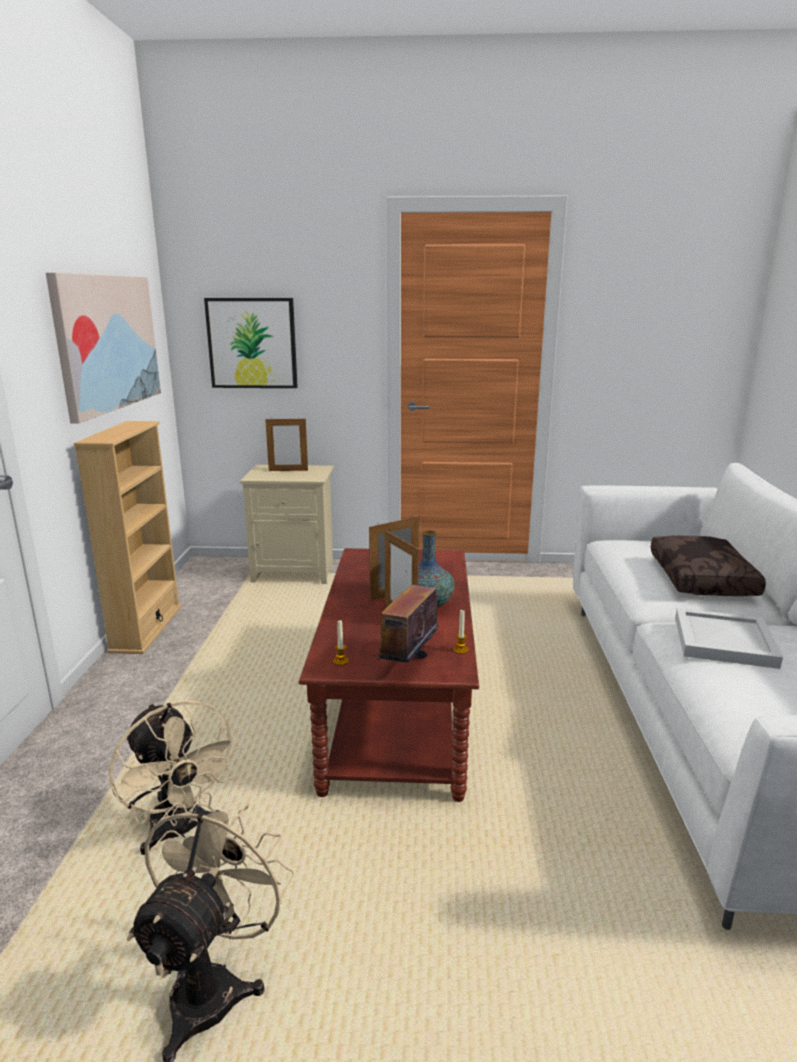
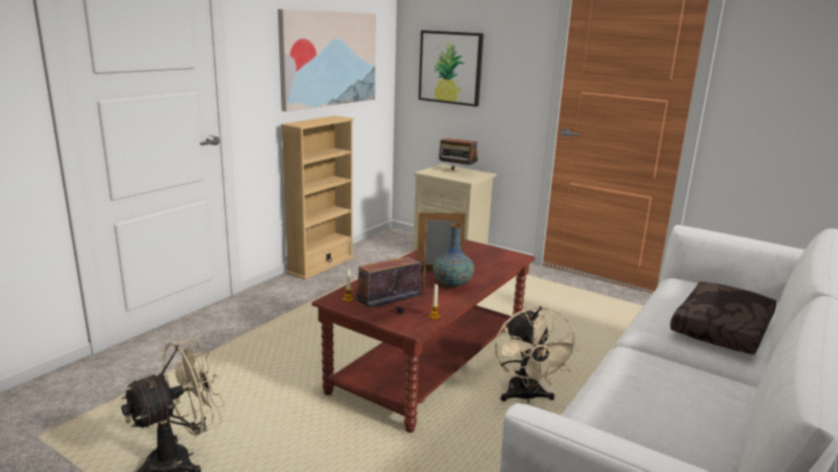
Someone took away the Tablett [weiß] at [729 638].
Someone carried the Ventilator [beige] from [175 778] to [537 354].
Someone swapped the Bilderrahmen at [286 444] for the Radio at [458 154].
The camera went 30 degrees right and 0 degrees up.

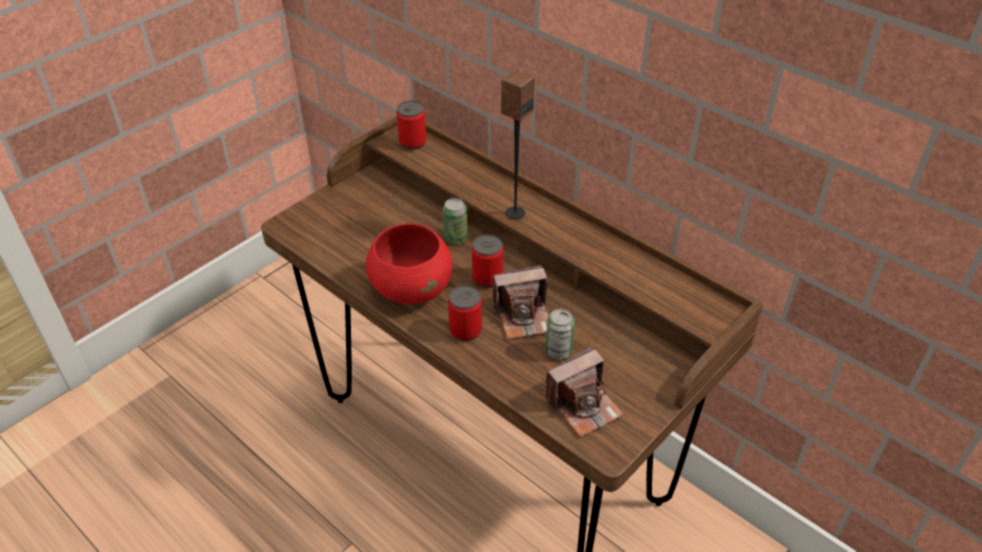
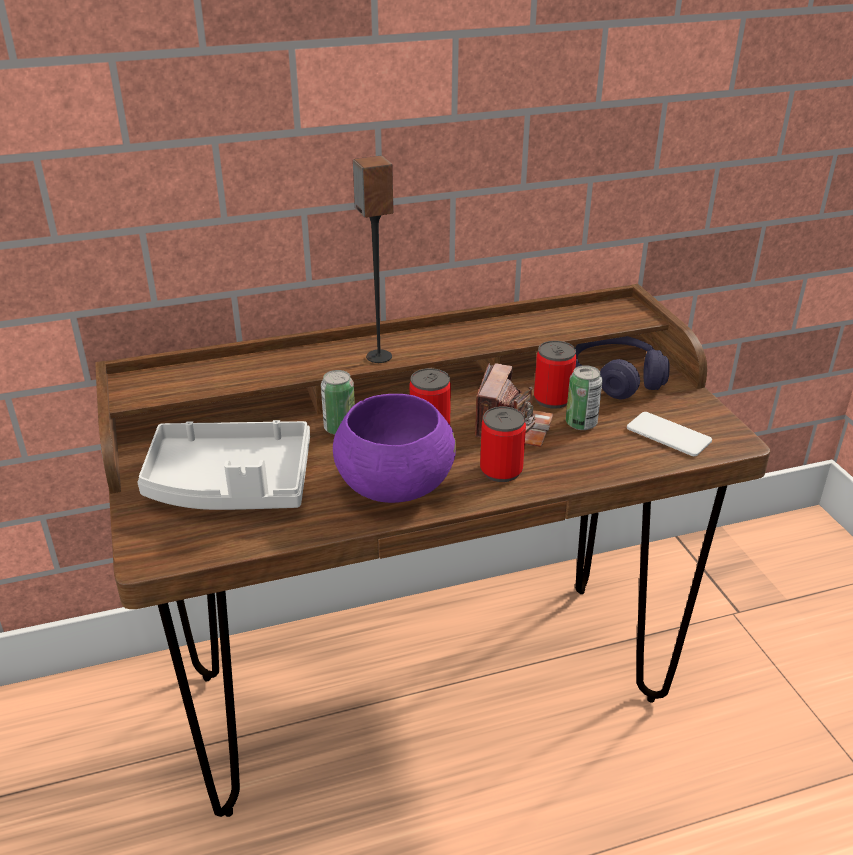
Someone put down the Tablett [grau] at [223 465].
Someone put down the Kopfhörer [lila] at [622 367].
Someone carried the Dose from [411 125] to [555 375].
Someone swapped the Kamera at [585 392] for the Handy at [669 434].
Someone repainted the Schüssel [rot] at [409 263], which became the Schüssel [lila] at [394 448].
The camera went 60 degrees left and 10 degrees down.

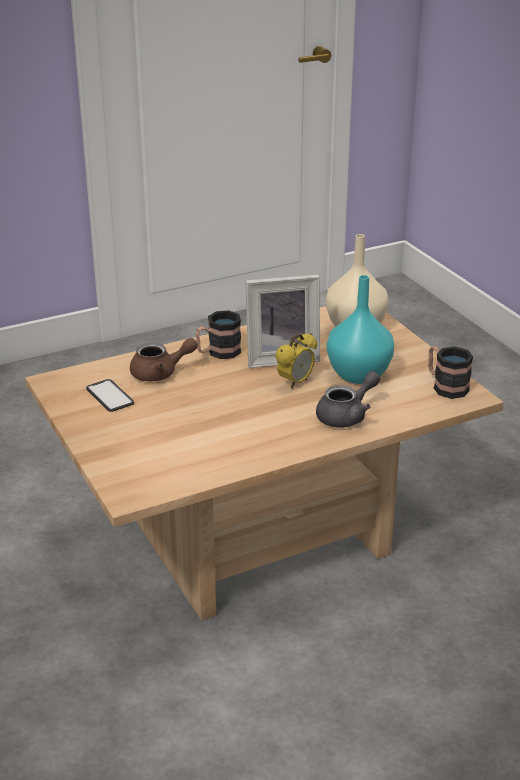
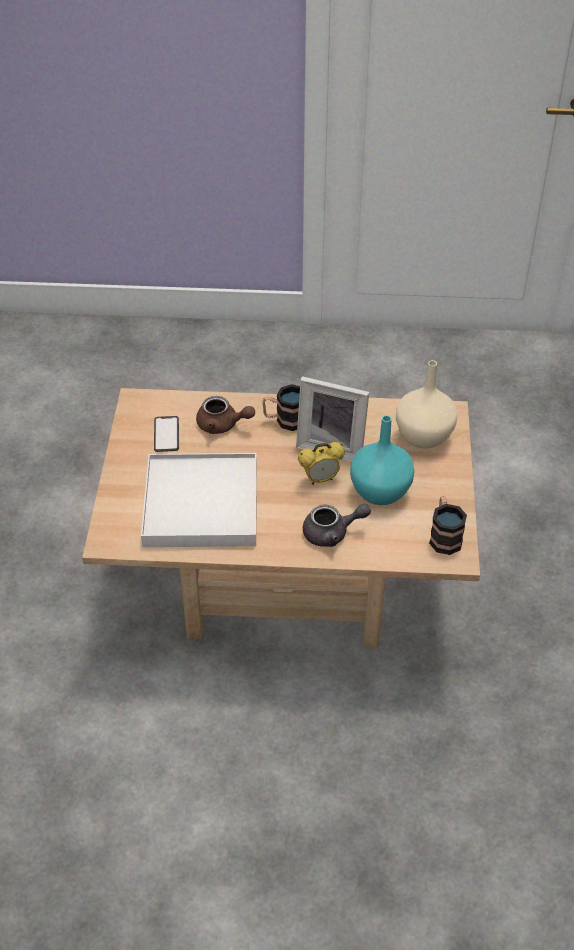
Someone put down the Tablett [weiß] at [199 500].
The camera went 30 degrees right and 15 degrees up.

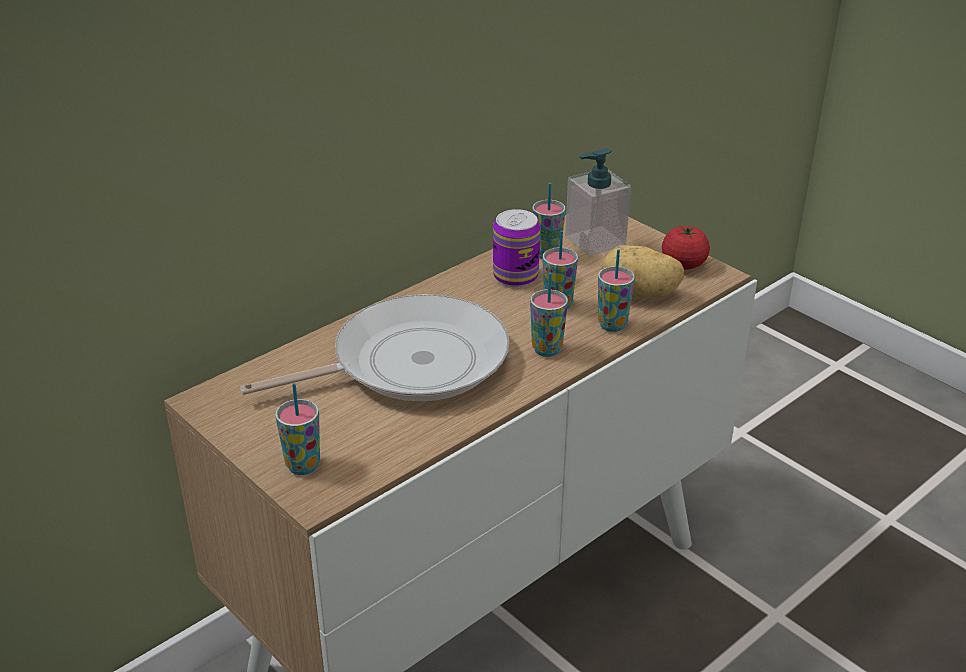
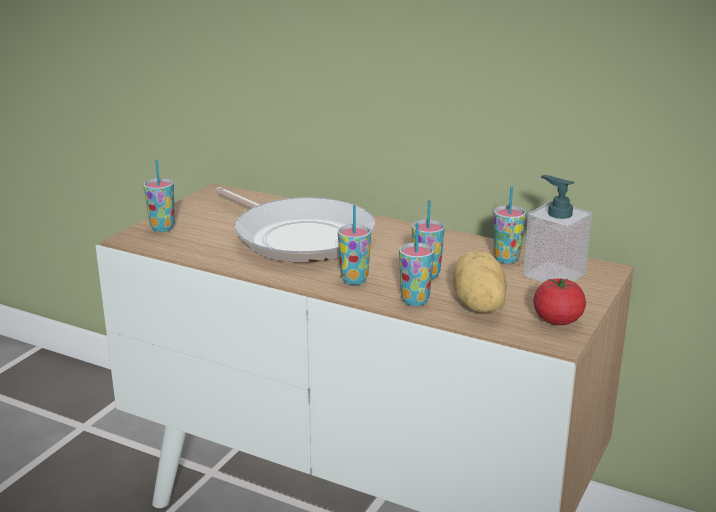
Someone took away the Dose at [516 248].
The camera went 70 degrees right and 10 degrees down.

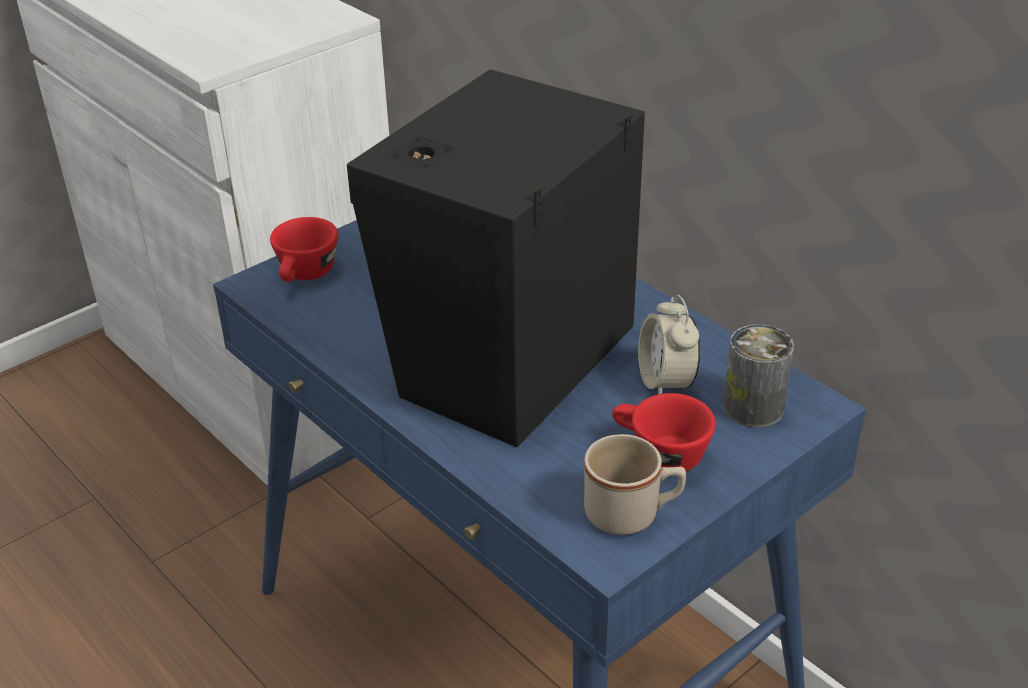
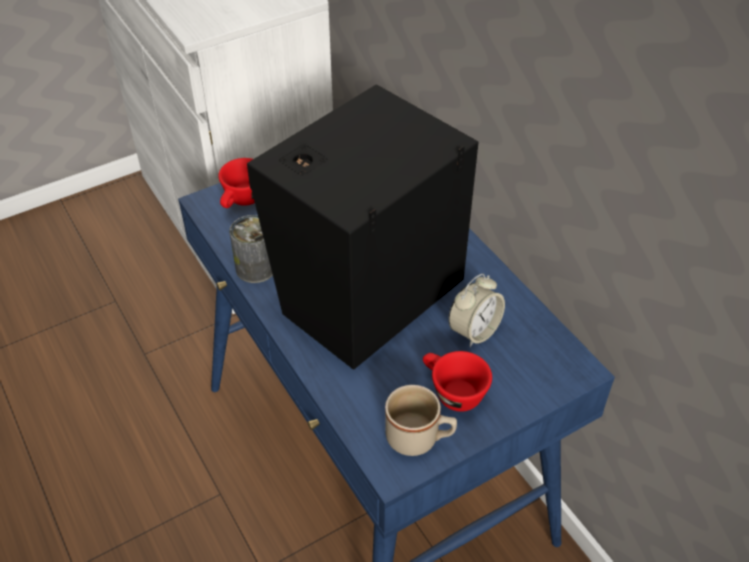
Someone carried the Dose from [758 375] to [251 249].
Someone rotated the Wecker at [669 344] by 135 degrees counterclockwise.
The camera went 10 degrees right and 10 degrees up.

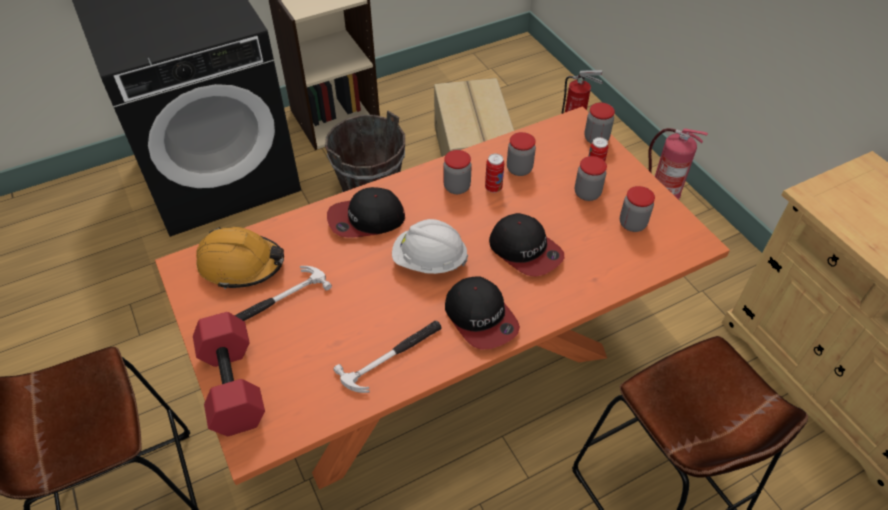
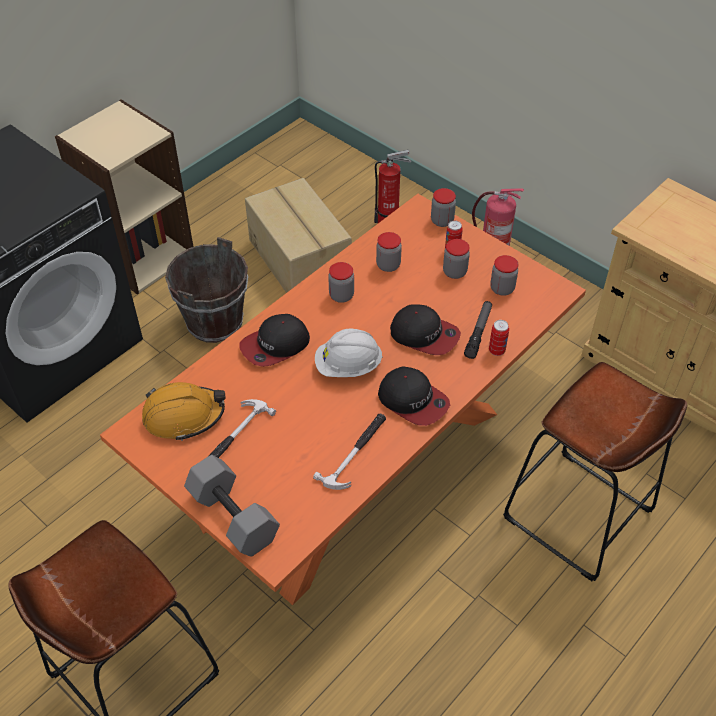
Someone put down the Taschenlampe at [478 330].
Someone carried the Dose from [494 173] to [499 338].
Someone repainted the Hantel [rot] at [229 374], which became the Hantel [grau] at [232 506].
The camera went 20 degrees left and 0 degrees up.

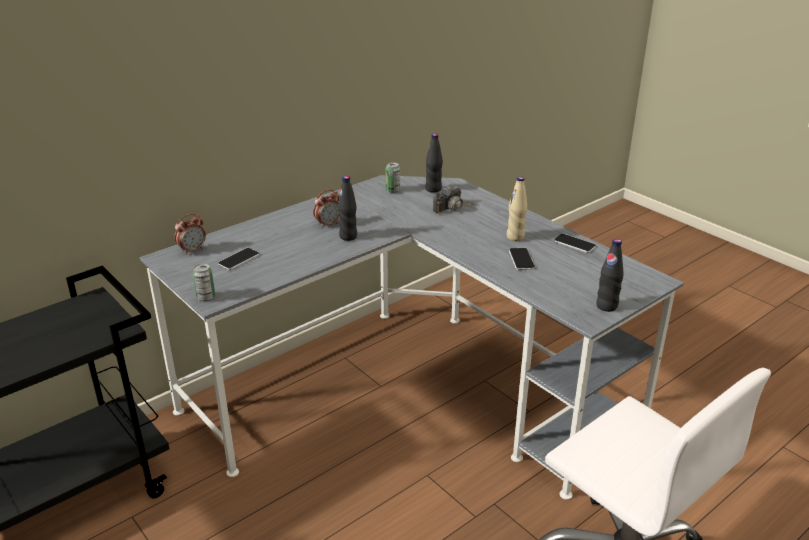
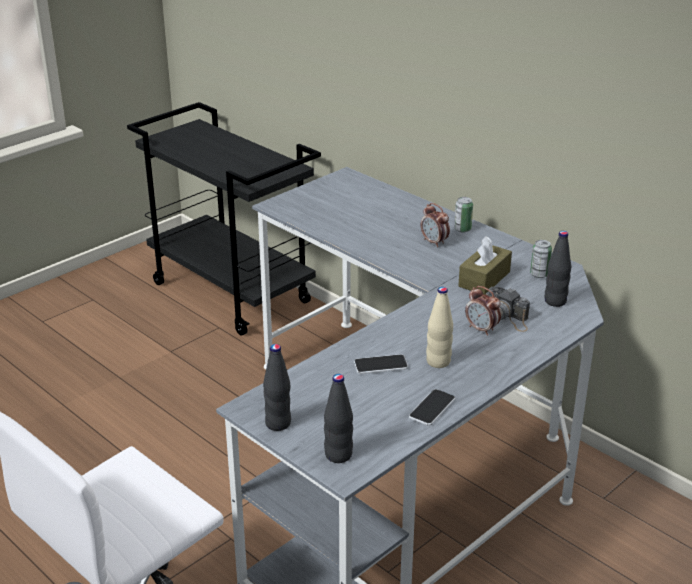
Someone took away the Handy at [239 259].
Someone put down the Taschentuchbox [braun] at [485 265].
Someone carried the Wecker from [190 234] to [483 311].
Someone carried the Dose from [204 282] to [463 214].
Someone carried the Flasche [schwarz] from [347 208] to [338 418].
The camera went 85 degrees right and 0 degrees up.

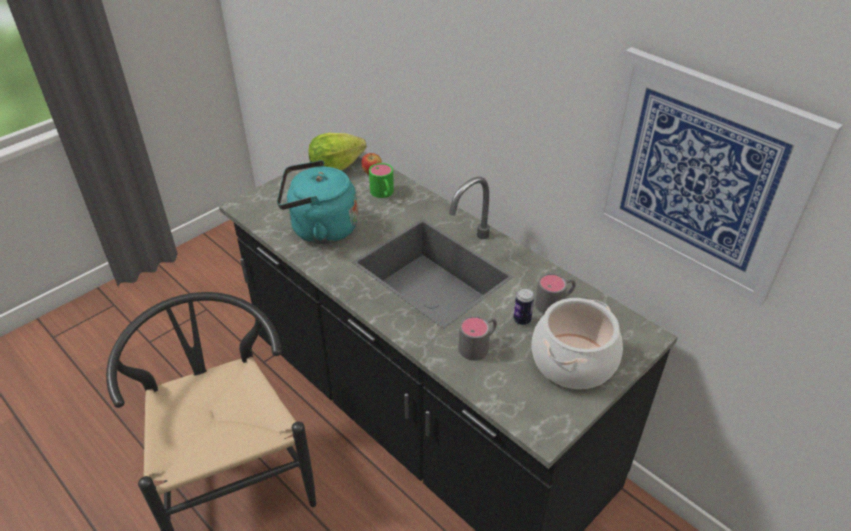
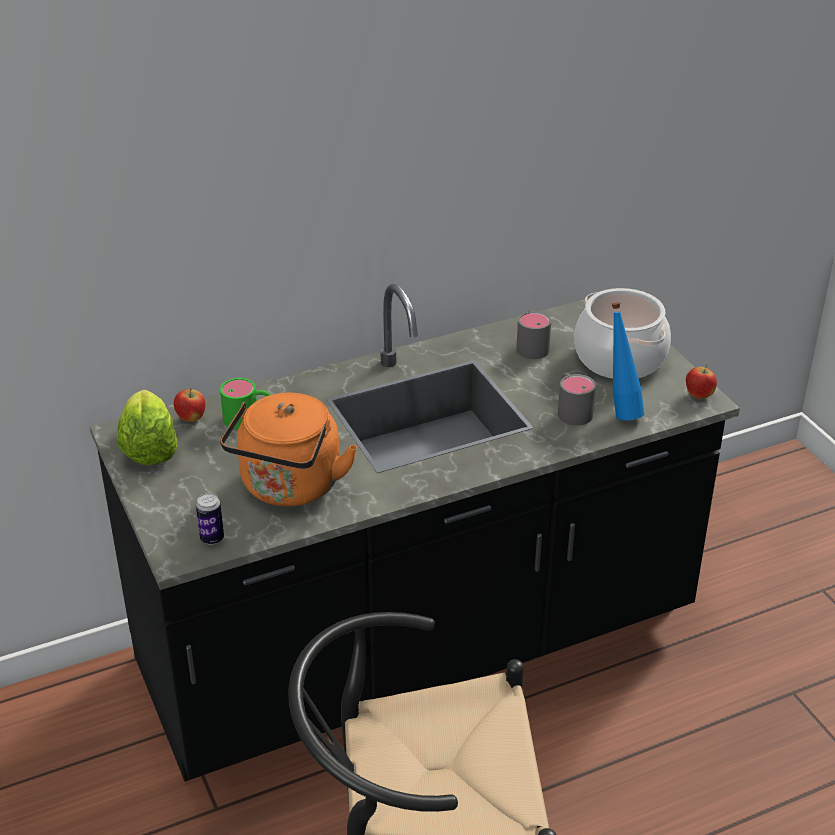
Someone took away the Bild at [718 176].
Someone put down the Flasche [blau] at [628 361].
Someone put down the Apfel at [701 382].
Someone carried the Dose from [523 306] to [210 519].
Someone repainted the Wasserkessel [türkis] at [317 202], which became the Wasserkessel [orange] at [288 450].
The camera went 70 degrees left and 5 degrees down.

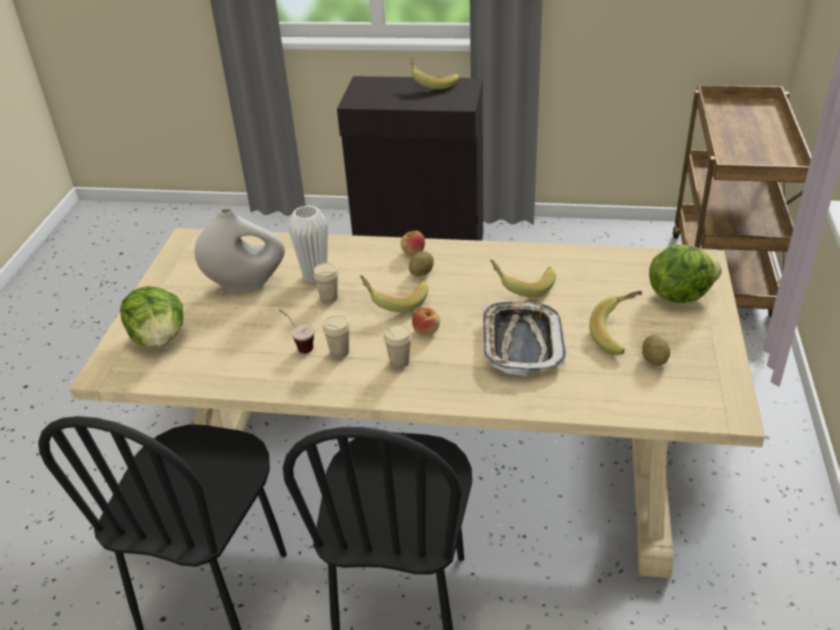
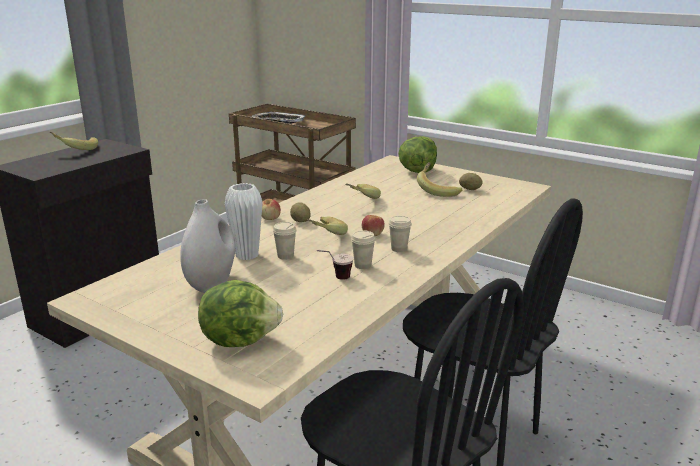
Someone carried the Tablett from [524 338] to [278 118].
The camera went 65 degrees left and 15 degrees down.

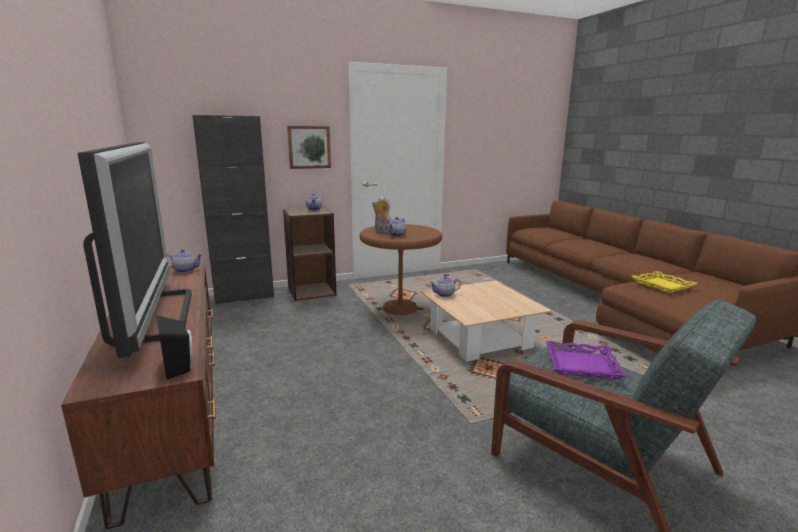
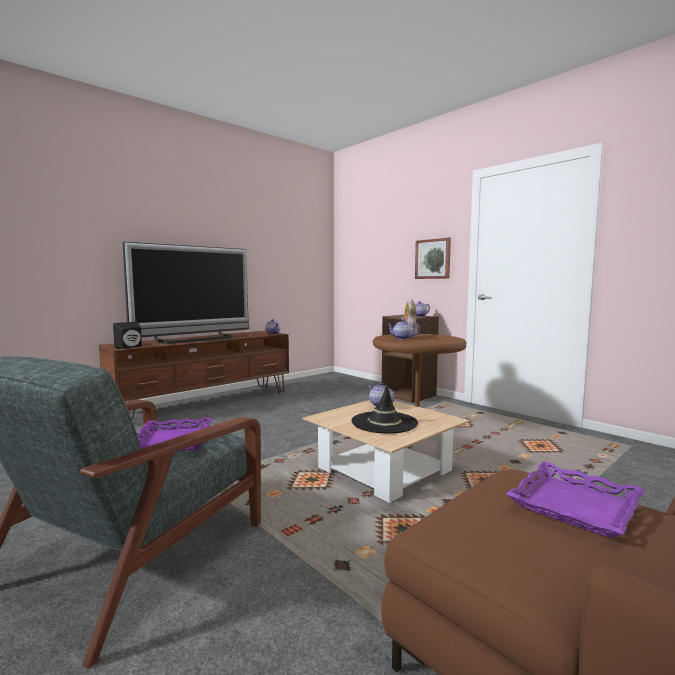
Someone took away the Schrank [schwarz] at [233 210].
Someone put down the Hut [schwarz] at [385 409].
Someone repainted the Tablett [gelb] at [664 282], which became the Tablett [lila] at [575 499].
The camera went 70 degrees right and 10 degrees down.

